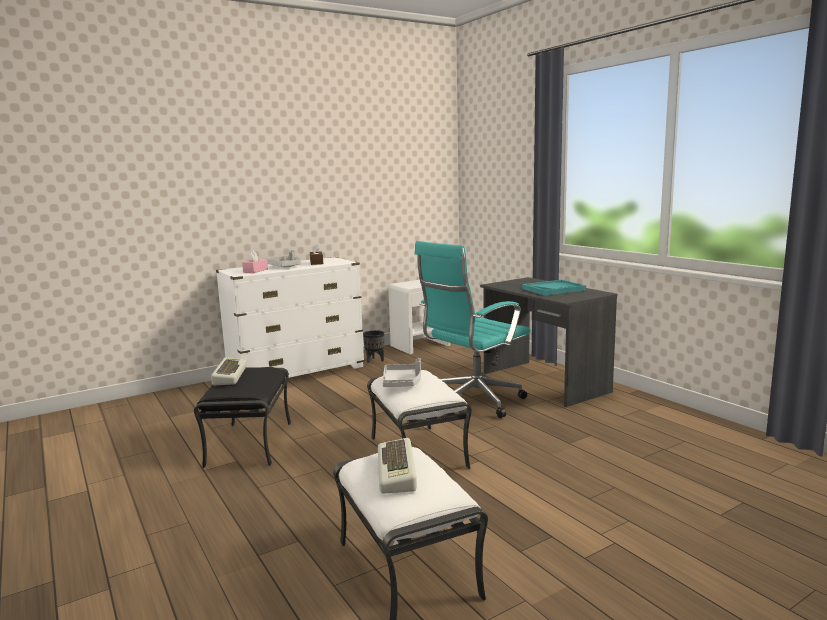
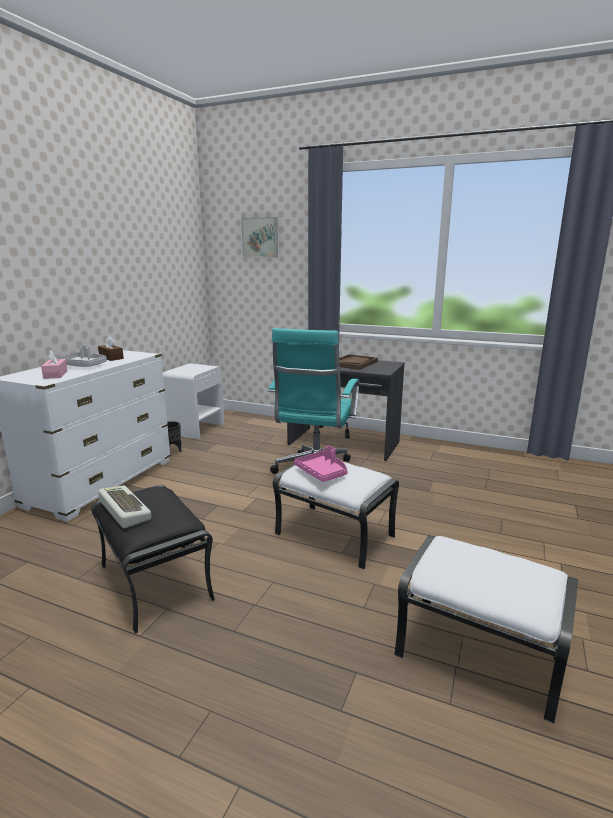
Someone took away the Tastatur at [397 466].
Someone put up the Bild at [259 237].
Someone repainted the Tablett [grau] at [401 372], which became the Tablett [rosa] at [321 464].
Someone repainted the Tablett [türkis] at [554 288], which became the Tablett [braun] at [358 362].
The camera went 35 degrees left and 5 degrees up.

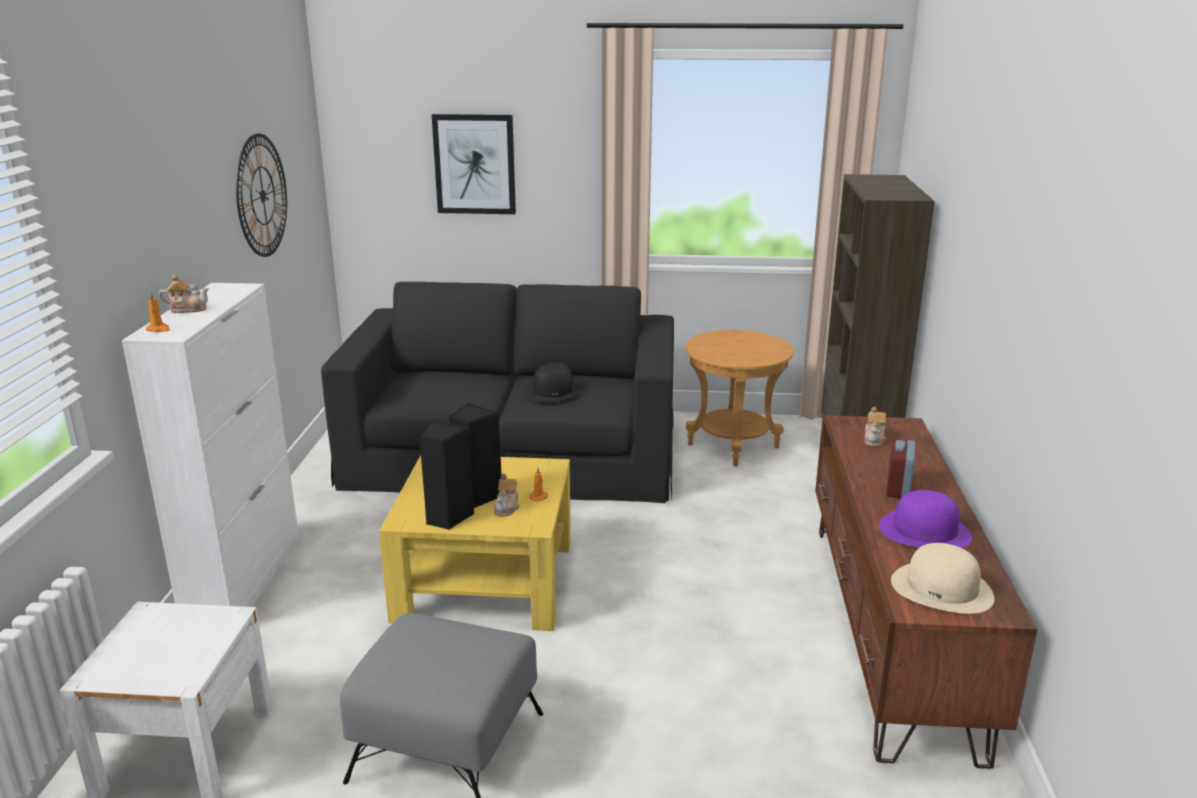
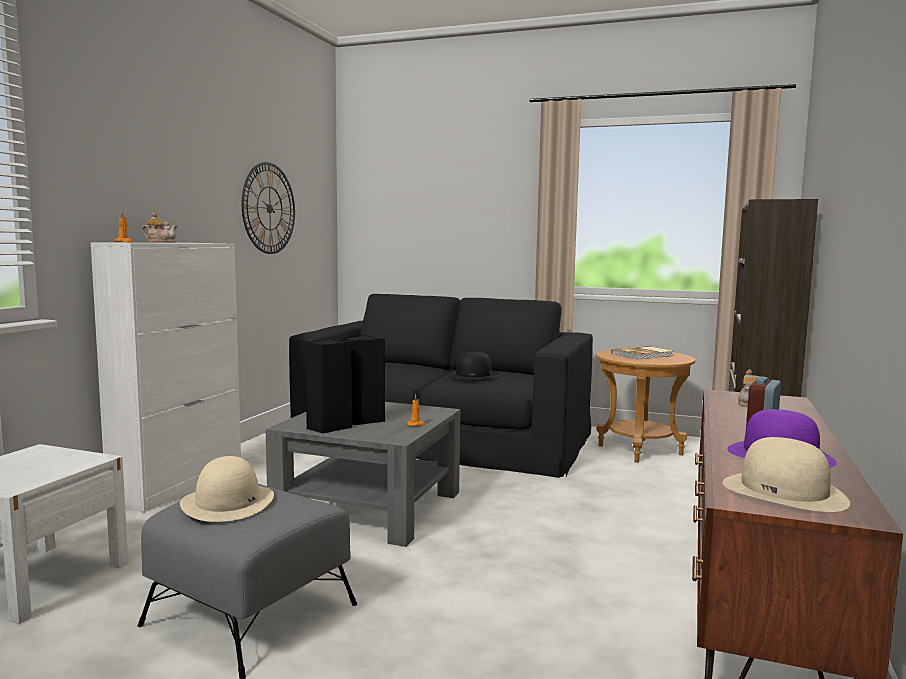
Someone took away the Bild at [474 164].
Someone took away the Teekanne at [507 494].
Someone put down the Hut [beige] at [227 489].
Someone put down the Buch at [642 353].
Someone repainted the Couchtisch [gelb] at [475 543], which became the Couchtisch [grau] at [363 474].
The camera went 15 degrees right and 15 degrees down.

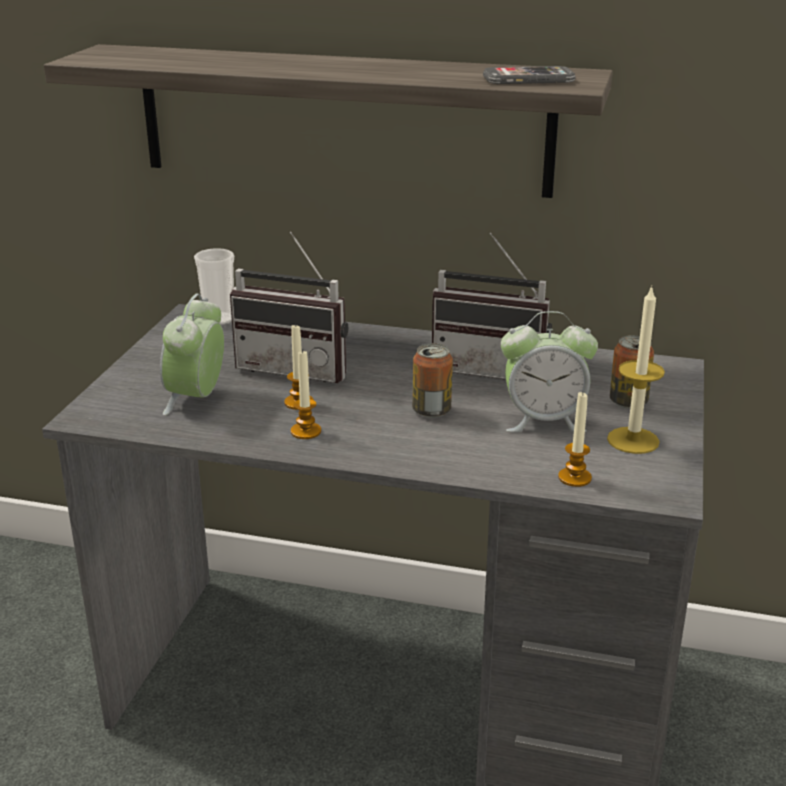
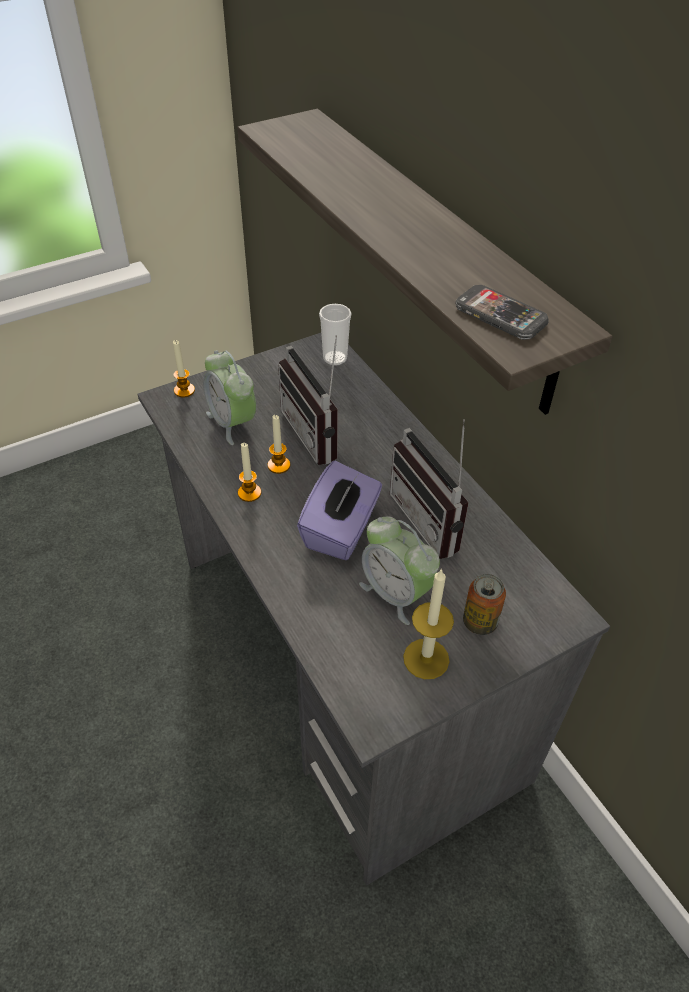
Someone carried the Kerze from [575 439] to [184 369].
Someone swapped the Dose at [432 380] for the Taschentuchbox [lila] at [339 510].
Someone rotated the Wecker at [192 354] by 90 degrees counterclockwise.
The camera went 45 degrees right and 20 degrees up.

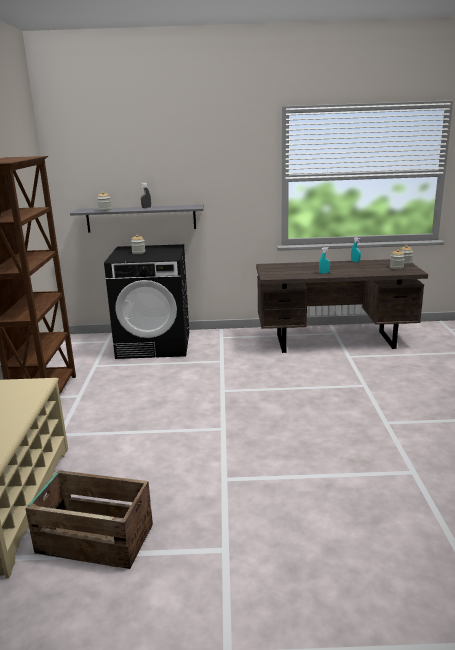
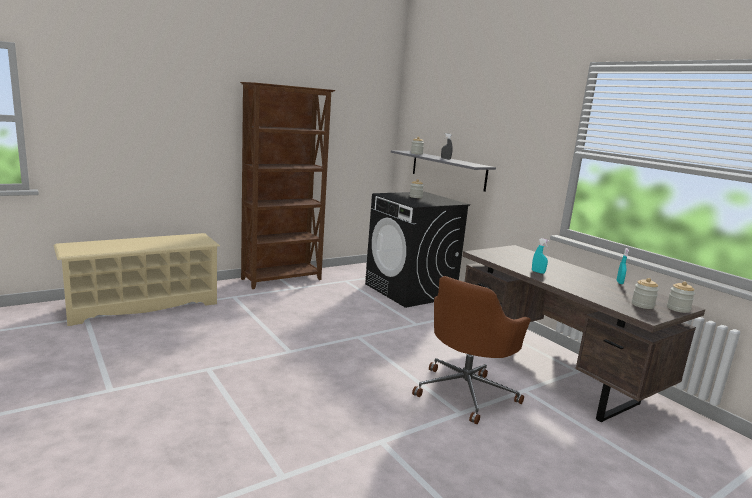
Someone took away the Kiste at [89 519].
Someone put down the Bürostuhl [braun] at [471 350].
The camera went 55 degrees right and 5 degrees down.

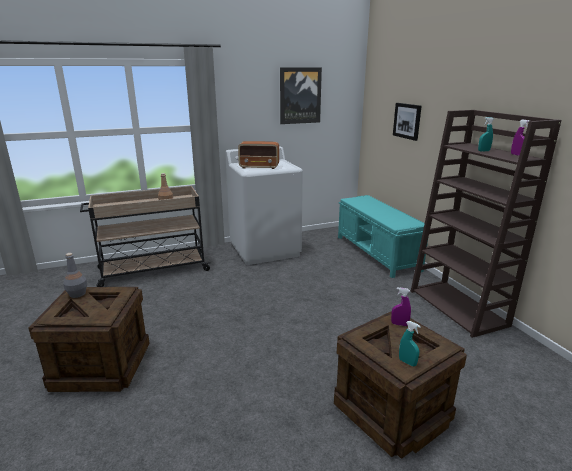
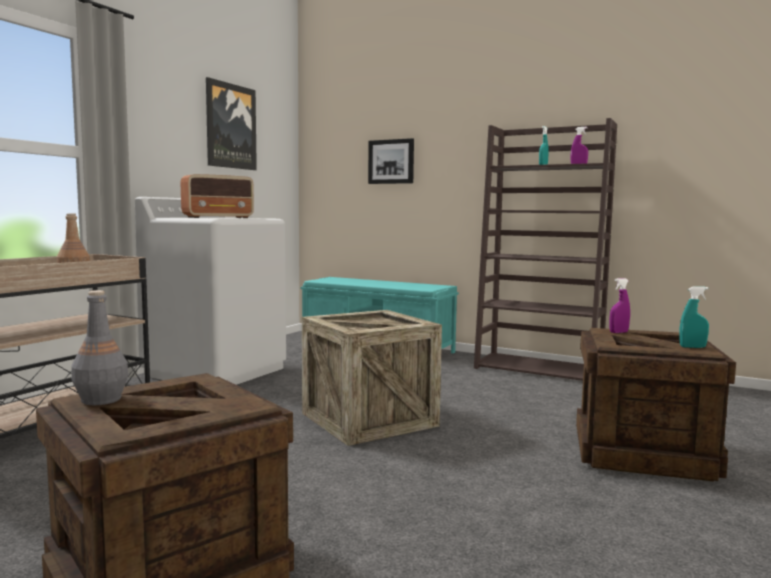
Someone put down the Kiste at [372 378].
The camera went 40 degrees left and 15 degrees down.

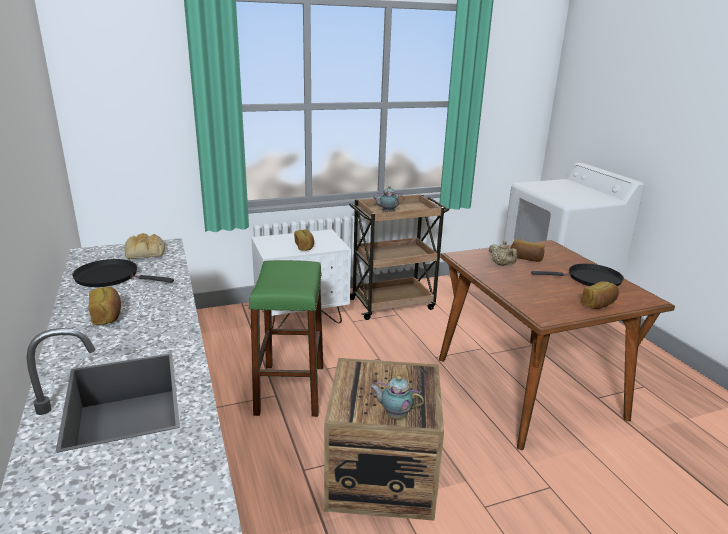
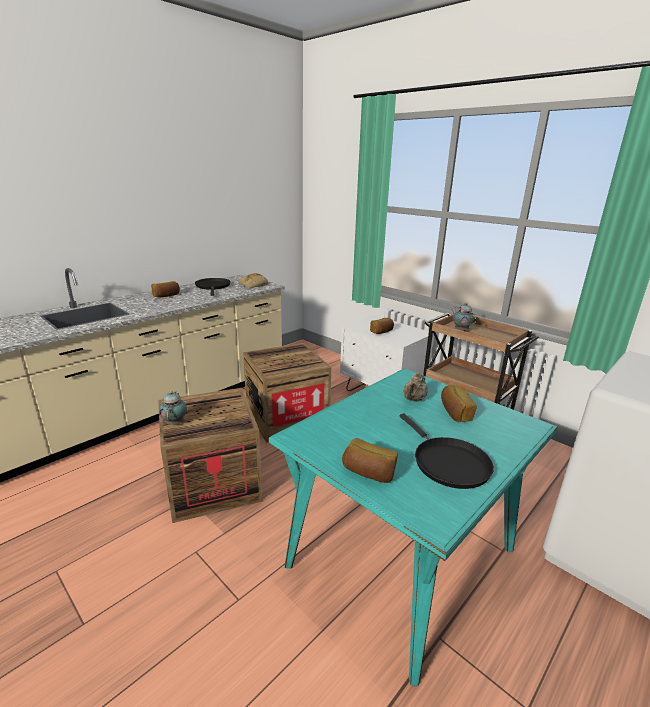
Someone swapped the Hocker [grün] at [286 338] for the Kiste at [287 393].
Someone repainted the Esstisch [braun] at [557 345], which became the Esstisch [türkis] at [413 527].
The camera went 65 degrees right and 0 degrees up.

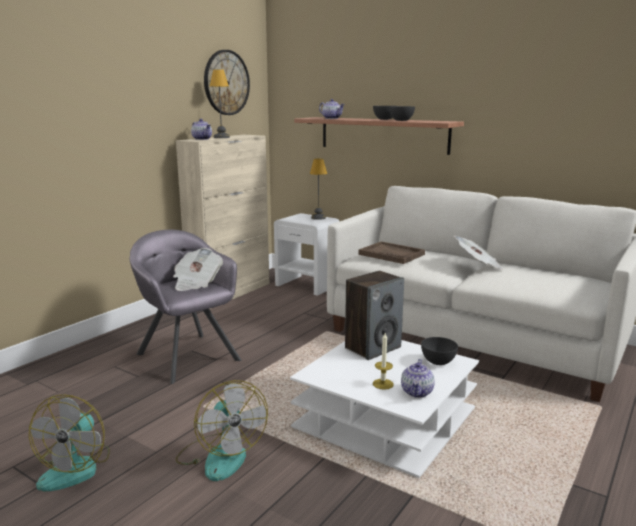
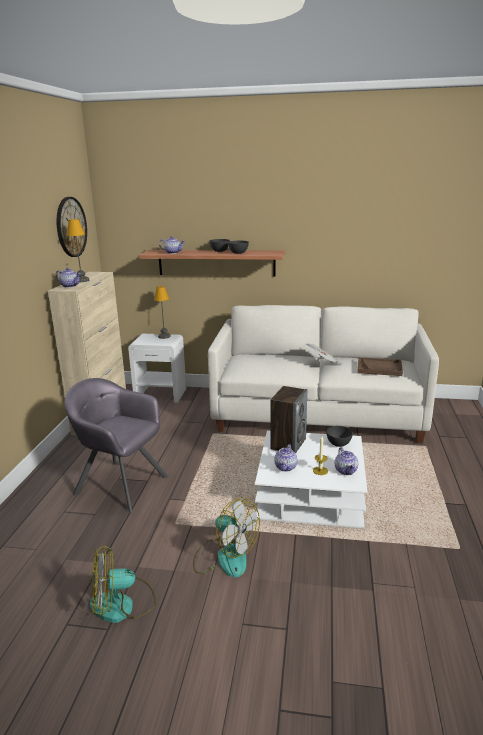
Someone took away the Zeitung at [198 269].
Someone put down the Teekanne at [285 458].
Someone carried the Tablett [braun] from [391 253] to [380 366].
Someone rotated the Ventilator at [69 442] by 90 degrees clockwise.
The camera went 25 degrees left and 5 degrees up.

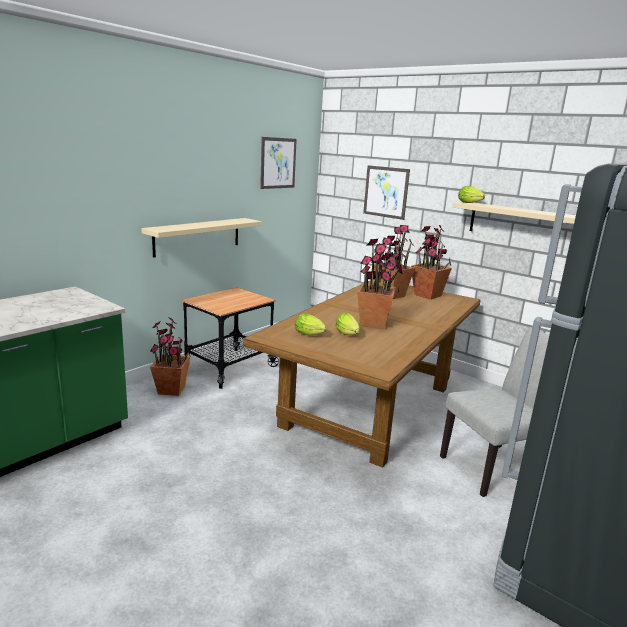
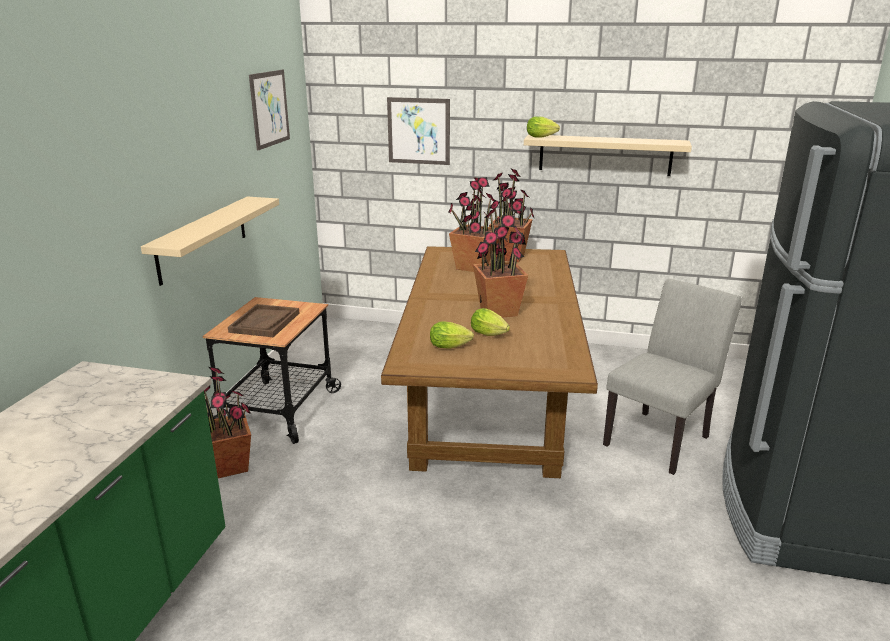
Someone put down the Tablett [braun] at [263 320].
The camera went 25 degrees left and 5 degrees up.

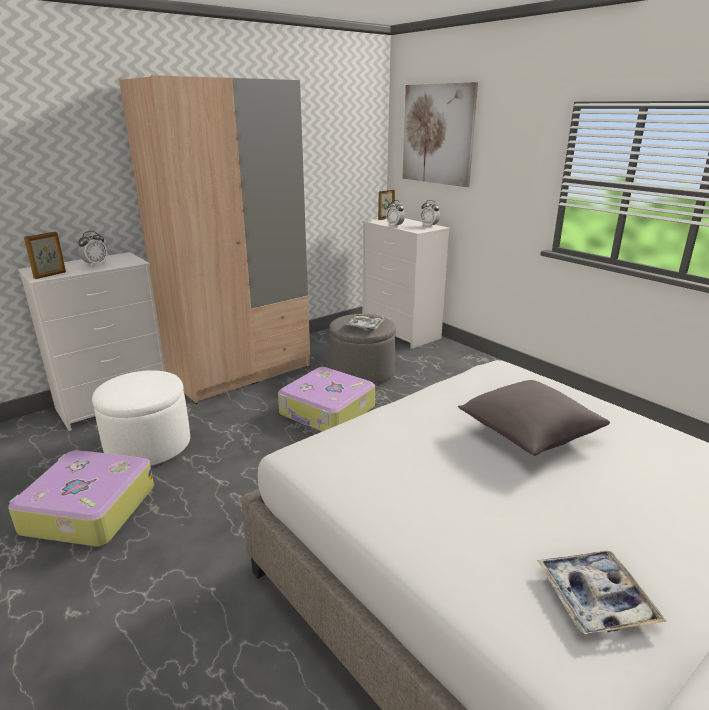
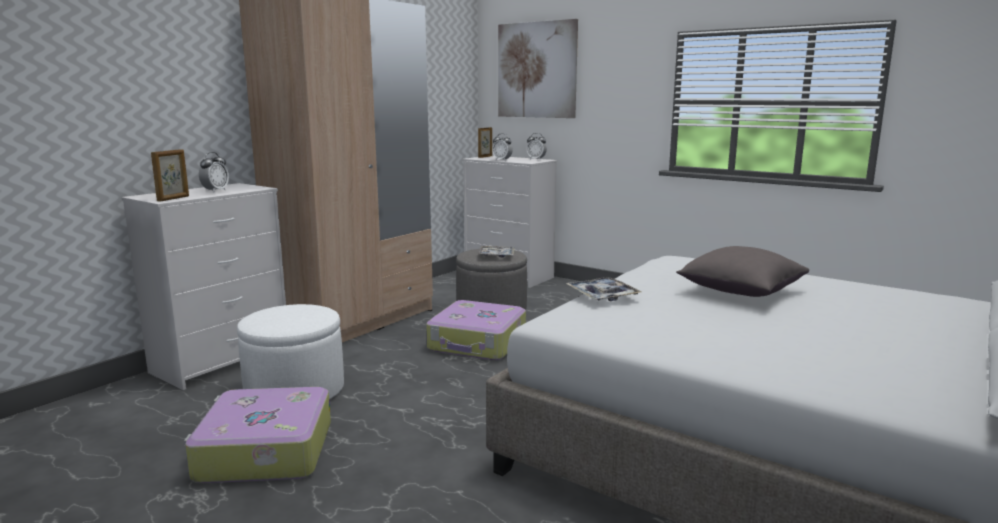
Someone carried the Tablett from [602 592] to [604 289].
The camera went 15 degrees left and 10 degrees down.

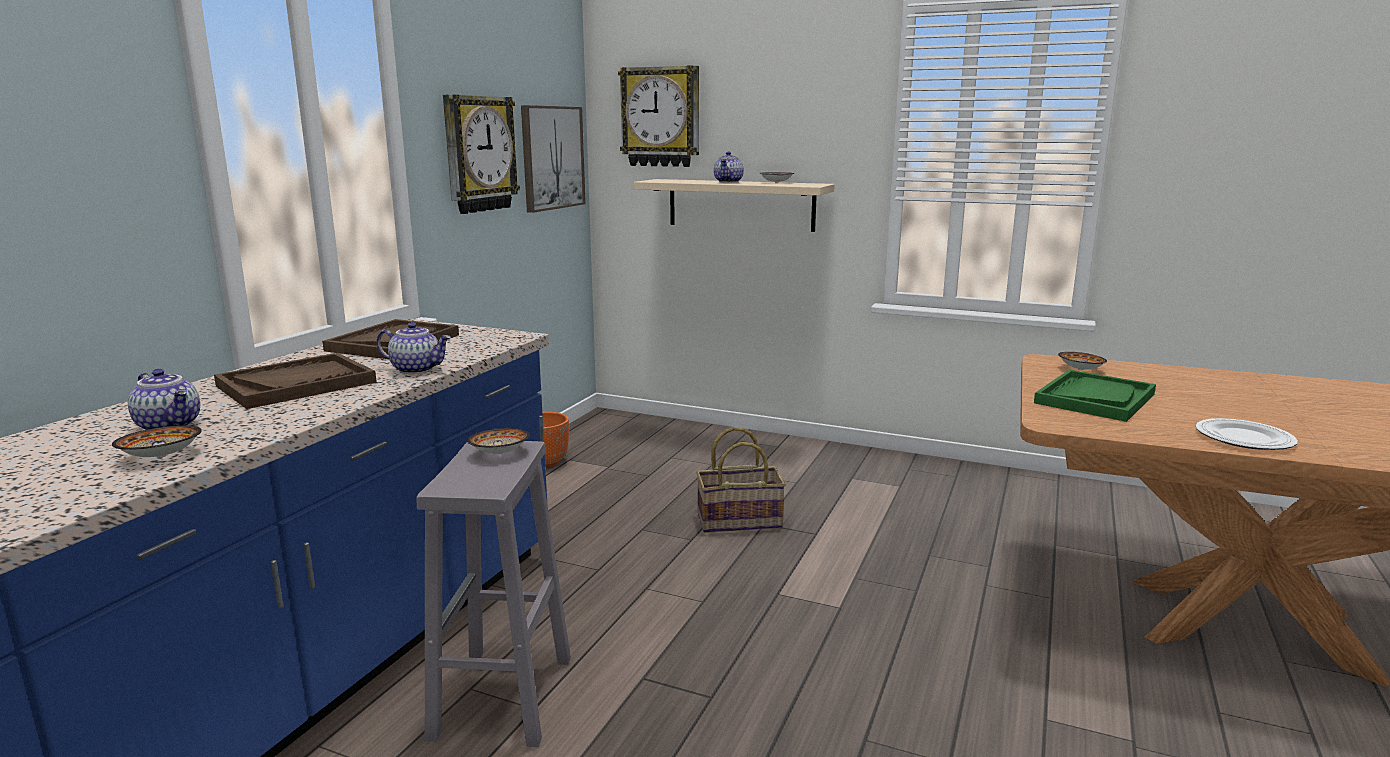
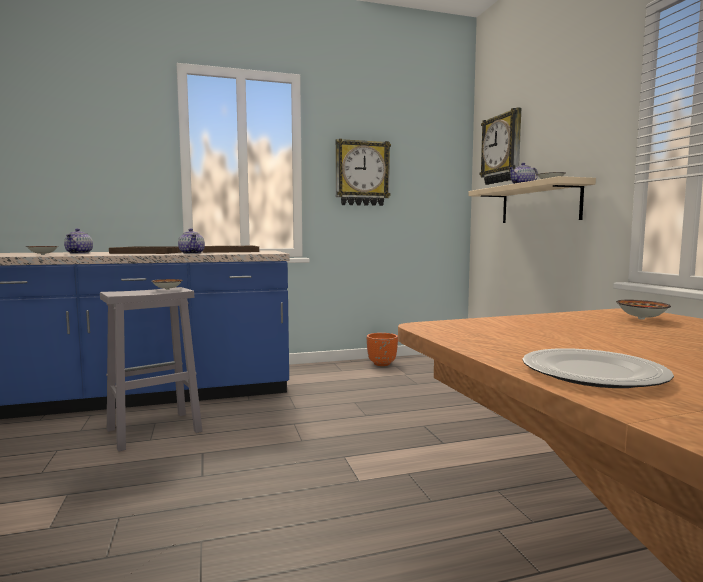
Someone took away the Bild at [553 159].
Someone took away the Korb at [741 480].
Someone took away the Tablett [grün] at [1095 396].
The camera went 50 degrees right and 10 degrees down.

